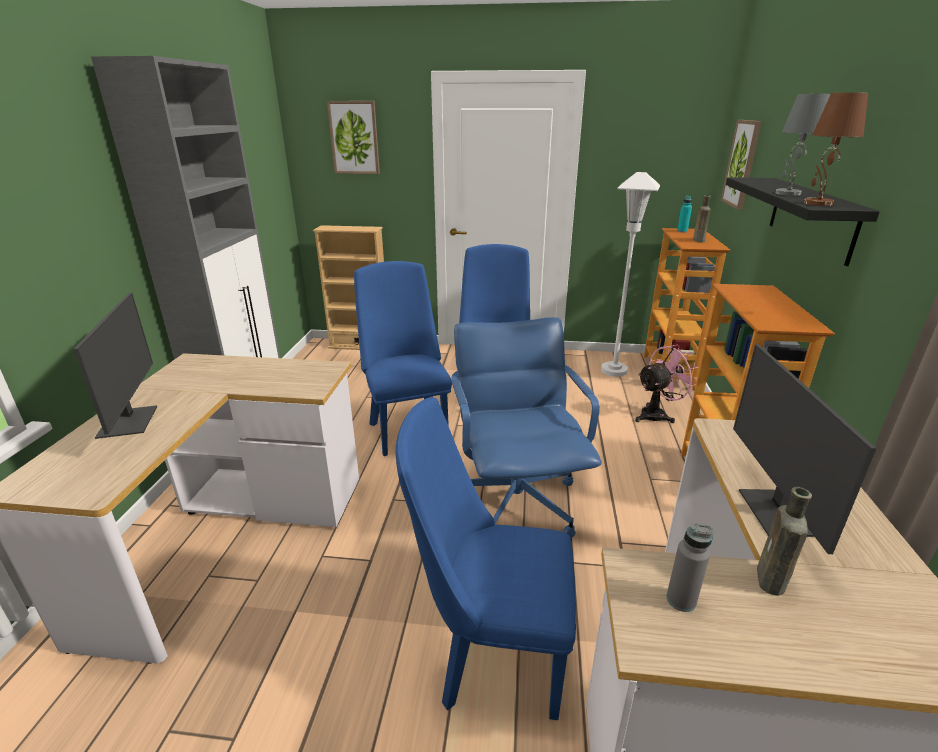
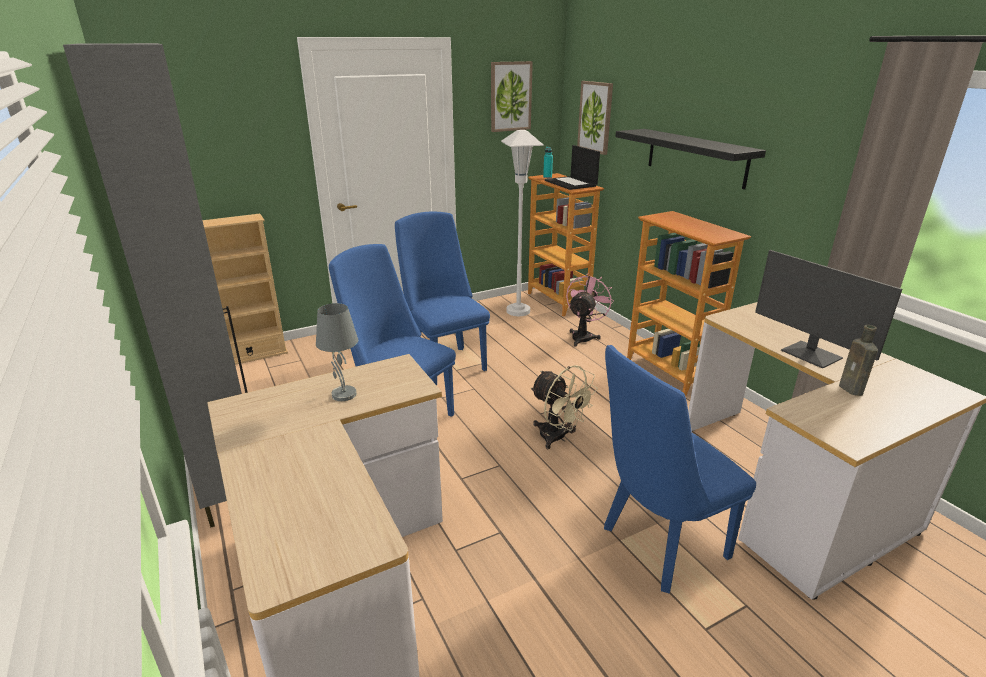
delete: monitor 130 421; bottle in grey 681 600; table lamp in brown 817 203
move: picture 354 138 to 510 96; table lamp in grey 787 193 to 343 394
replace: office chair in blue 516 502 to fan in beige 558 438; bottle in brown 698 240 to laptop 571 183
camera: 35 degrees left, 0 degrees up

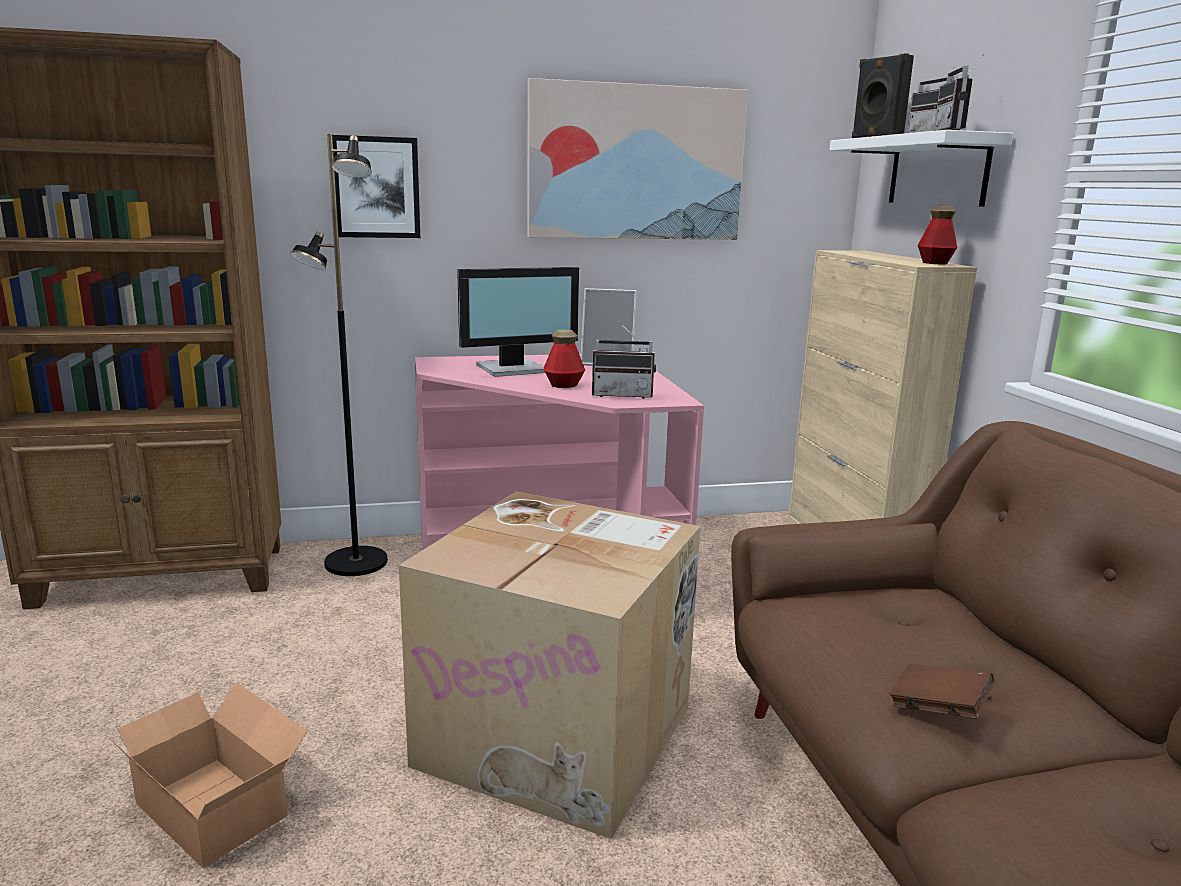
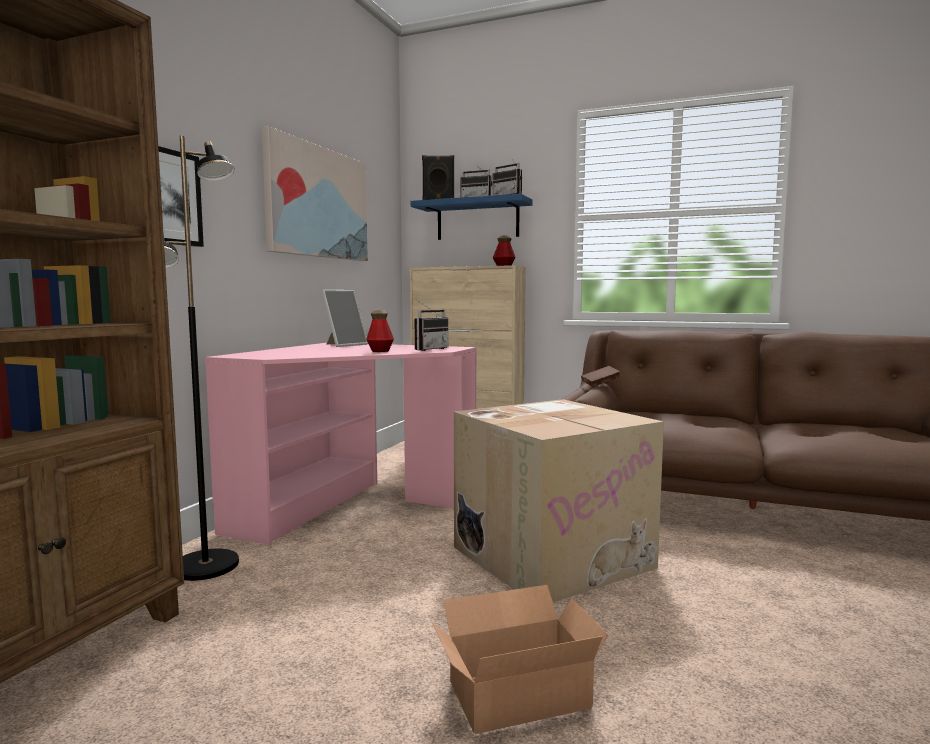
delete: monitor 513 369
move: book in brown 938 709 to 600 384
recolor: shelf in white 937 171 to shelf in blue 477 220
camera: 55 degrees left, 10 degrees down

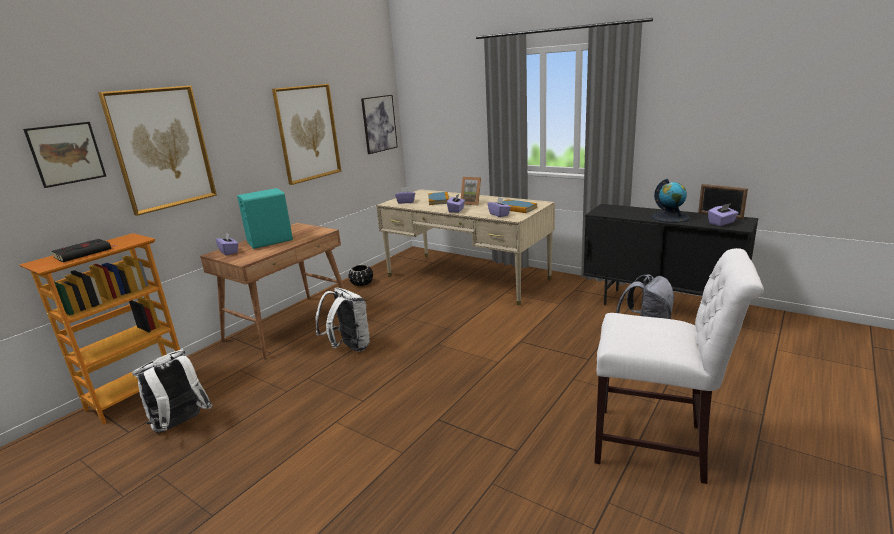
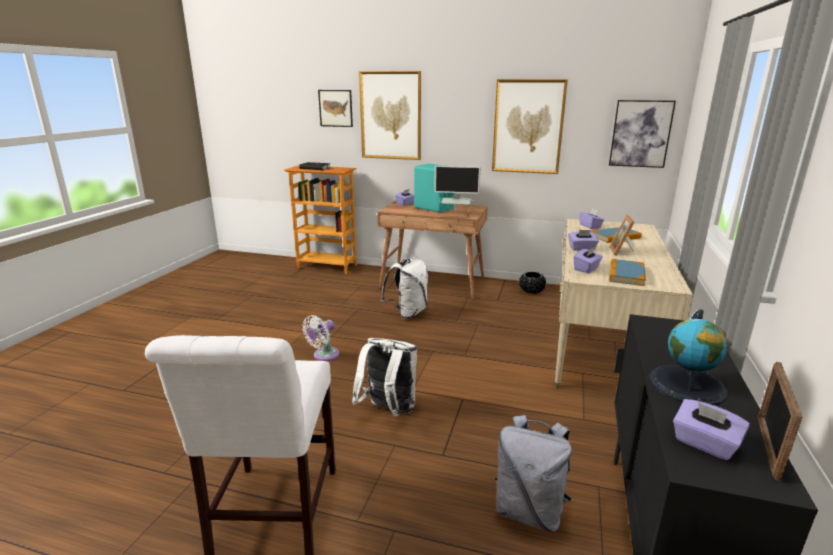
insert: fan in white 324 355; monitor 456 216
move: backpack in white 181 425 to 388 411
camera: 70 degrees right, 0 degrees up

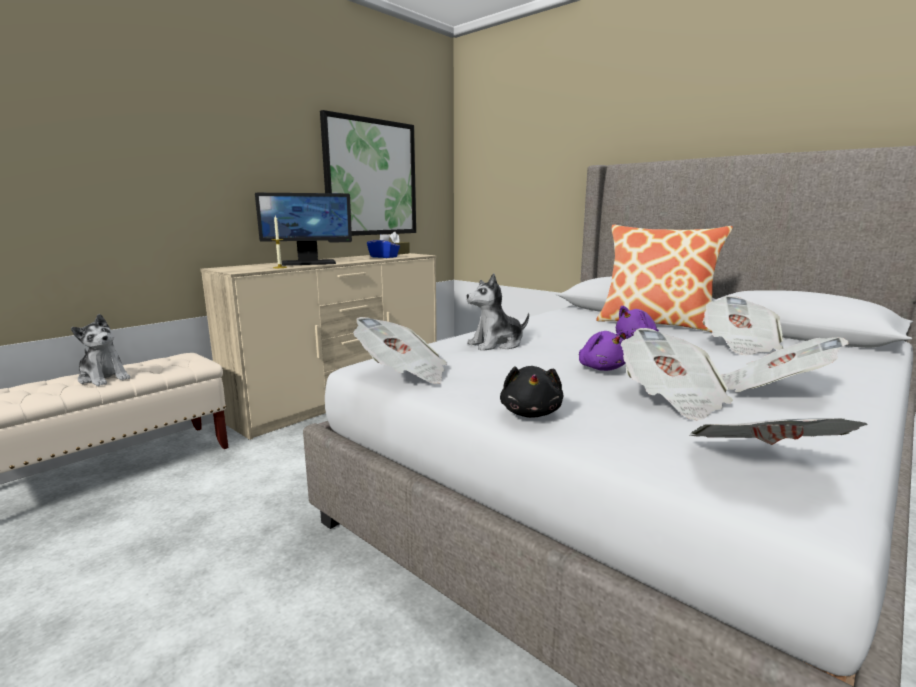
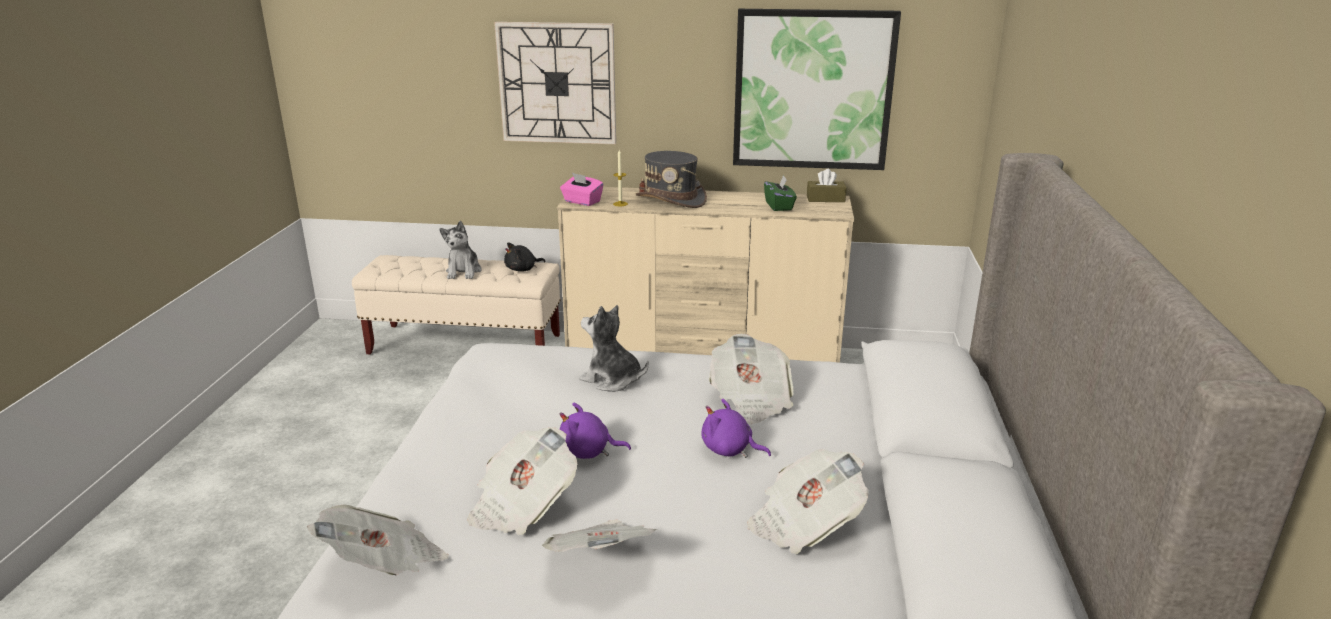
delete: pillow 656 323
insert: wall clock 557 83; tissue box in pink 582 202
move: newspaper 403 374 to 750 399; plush toy in black 531 413 to 522 269
replace: monitor 309 263 to hat in grey 671 200
recolor: tissue box in blue 384 257 to tissue box in green 779 206
rotate: plush toy in purple 601 368 = 588 452 60 degrees clockwise
camera: 55 degrees right, 10 degrees up

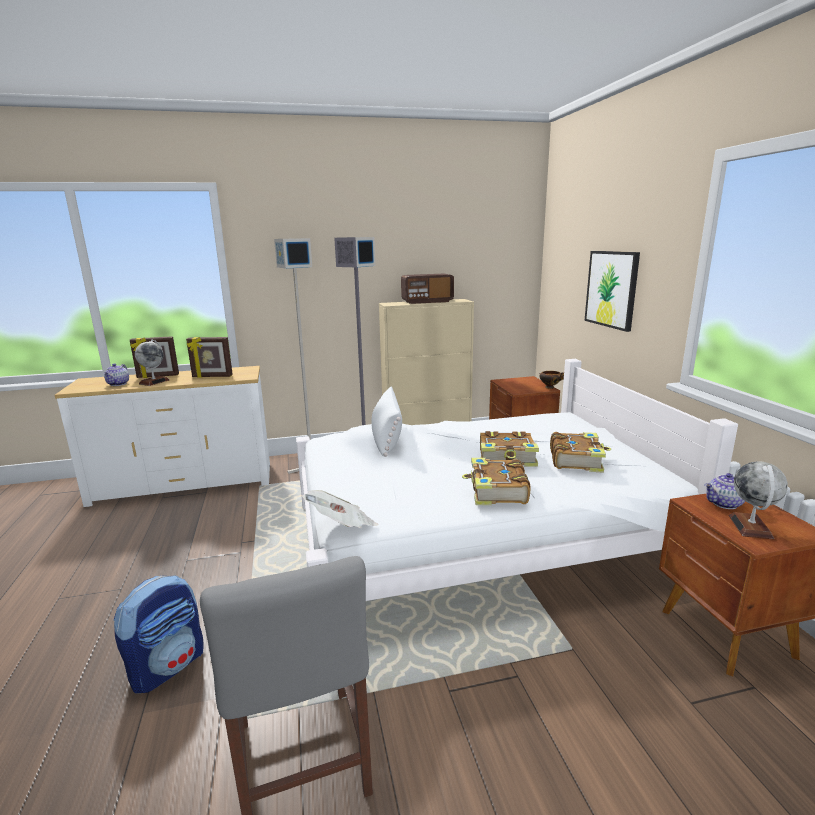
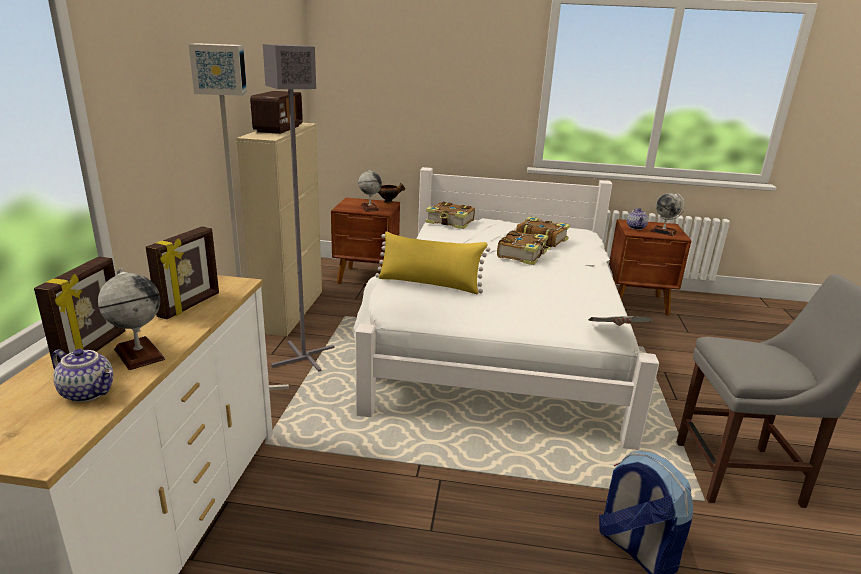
delete: picture 611 289
insert: globe 370 208
move: book 496 491 to 450 222
recolor: pillow in white 386 438 to pillow in yellow 429 284
camera: 70 degrees left, 5 degrees up

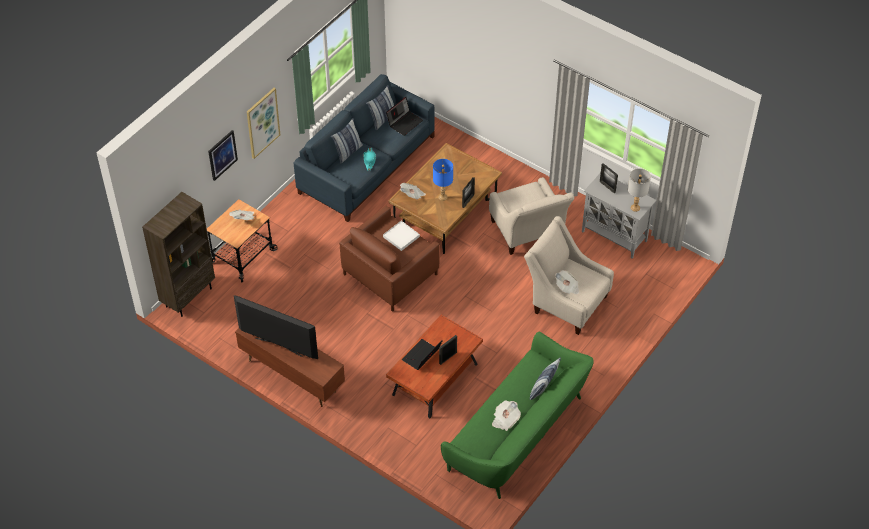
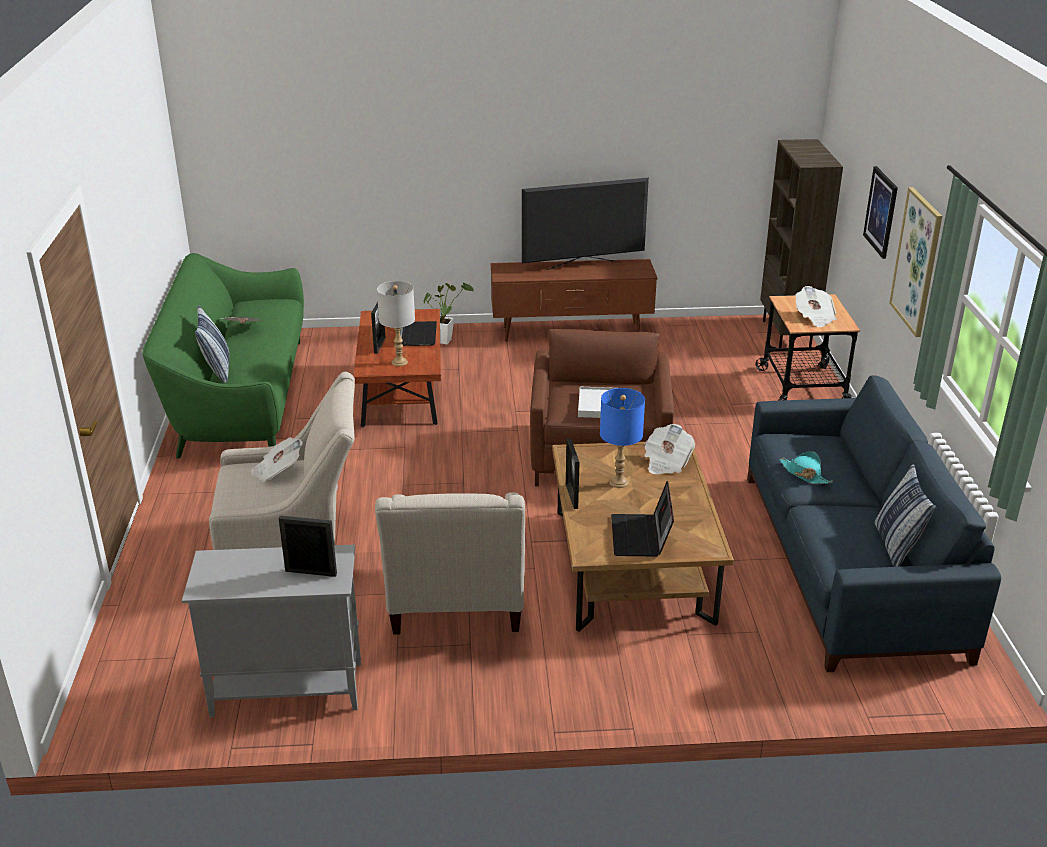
delete: pillow 348 152
insert: potted plant 445 340
move: laptop 405 122 to 641 537; table lamp in grey 635 208 to 399 362
rotate: armchair in beige 528 234 = 456 606 120 degrees counterclockwise
camera: 140 degrees right, 20 degrees down

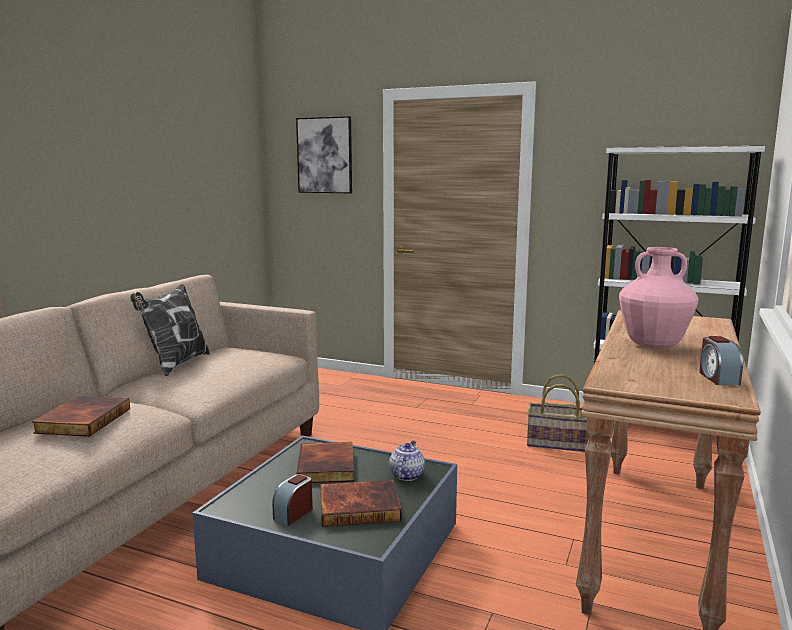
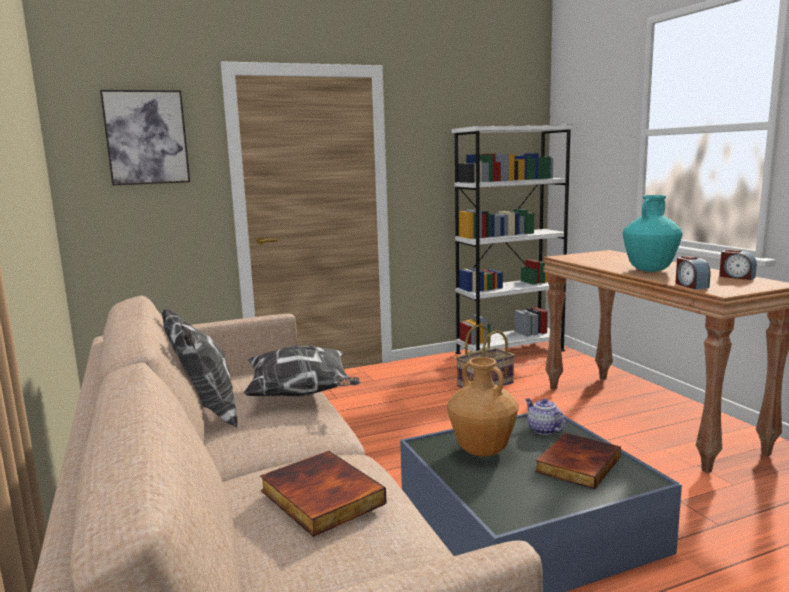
insert: pillow 302 395
move: alarm clock 293 513 to 690 285
replace: book 328 467 to vase in brown 483 451
recolor: vase in pink 654 346 to vase in turquoise 650 270
camera: 45 degrees left, 0 degrees up

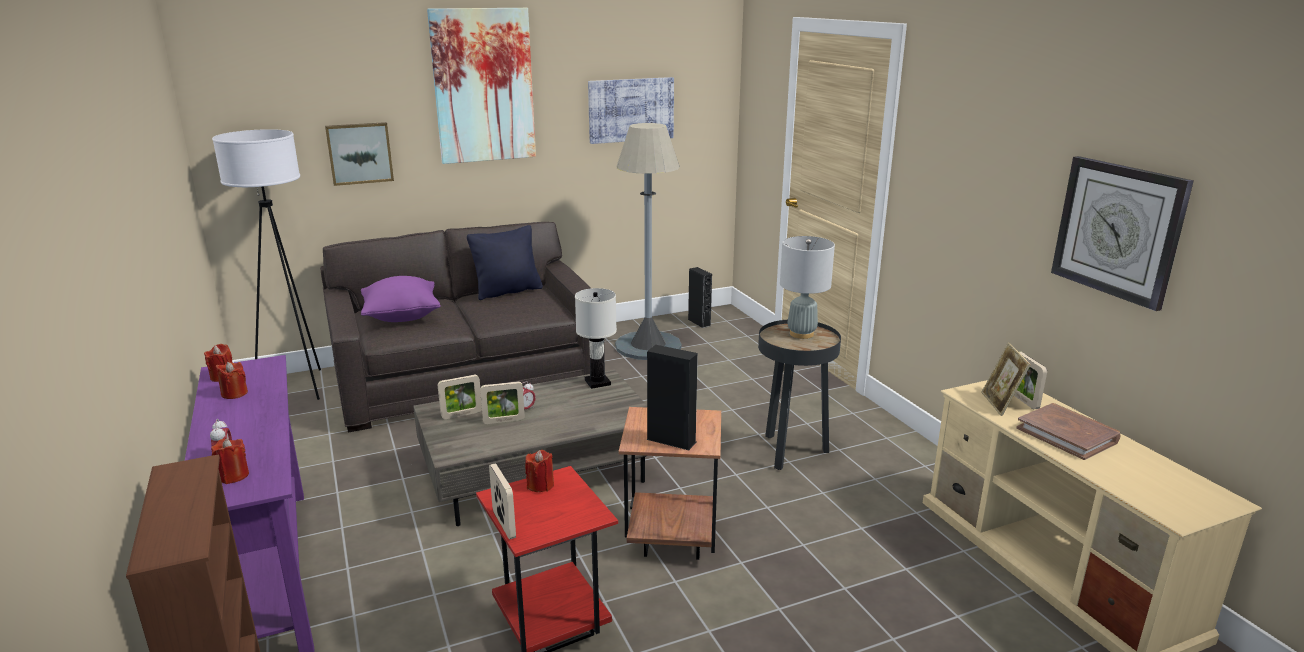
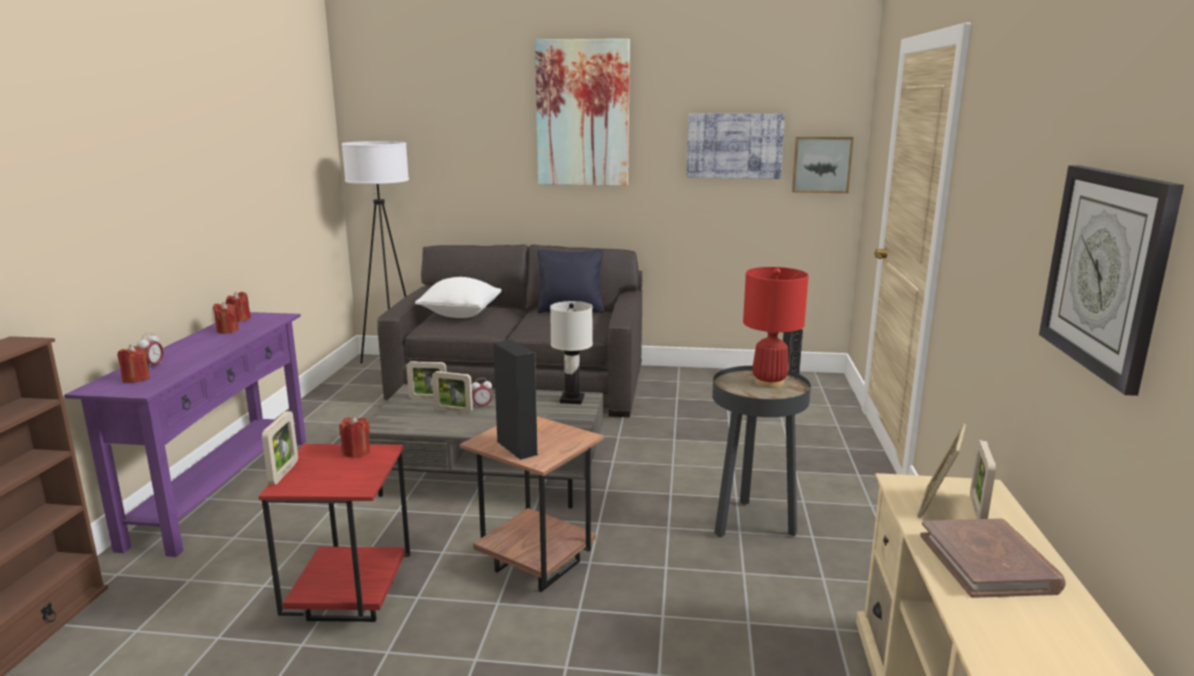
delete: floor lamp in grey 648 346
move: picture 359 153 to 821 164
recolor: pillow in purple 402 317 to pillow in white 460 314; table lamp in grey 801 334 to table lamp in red 769 383
camera: 30 degrees right, 5 degrees down

